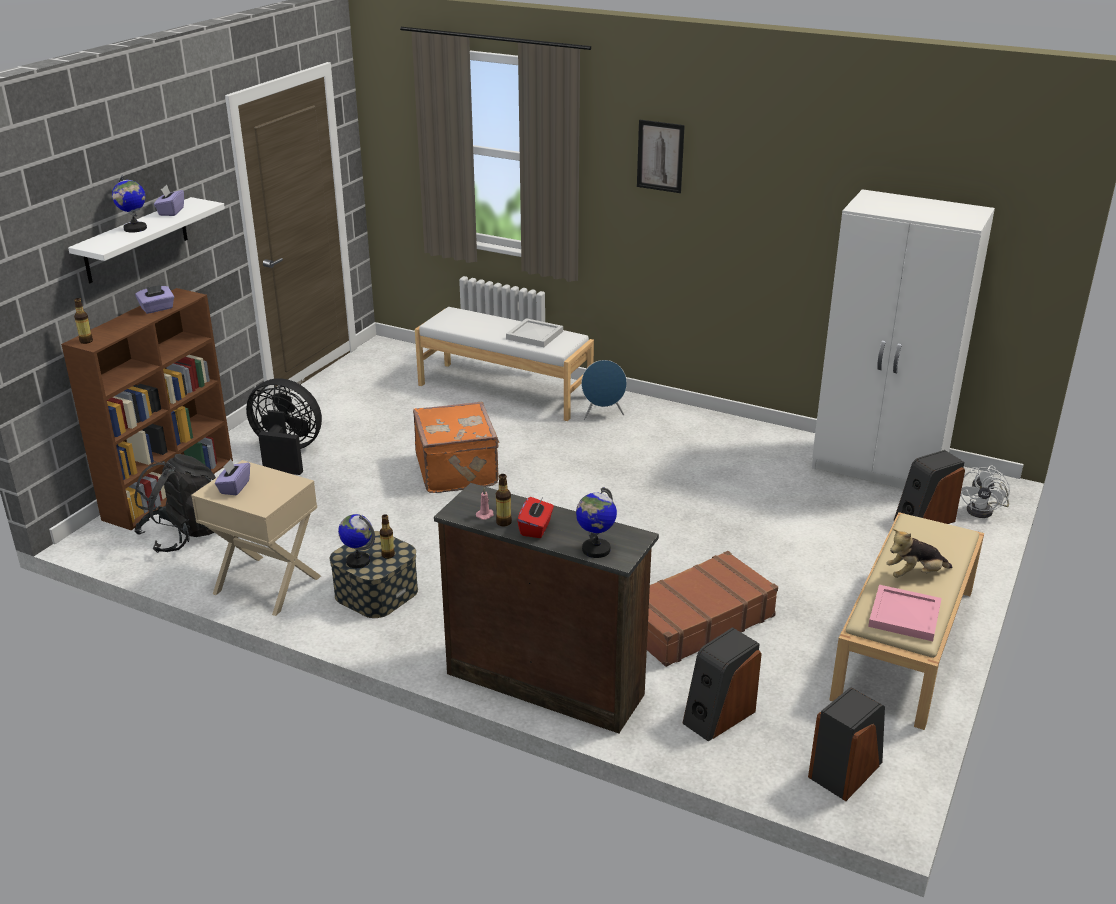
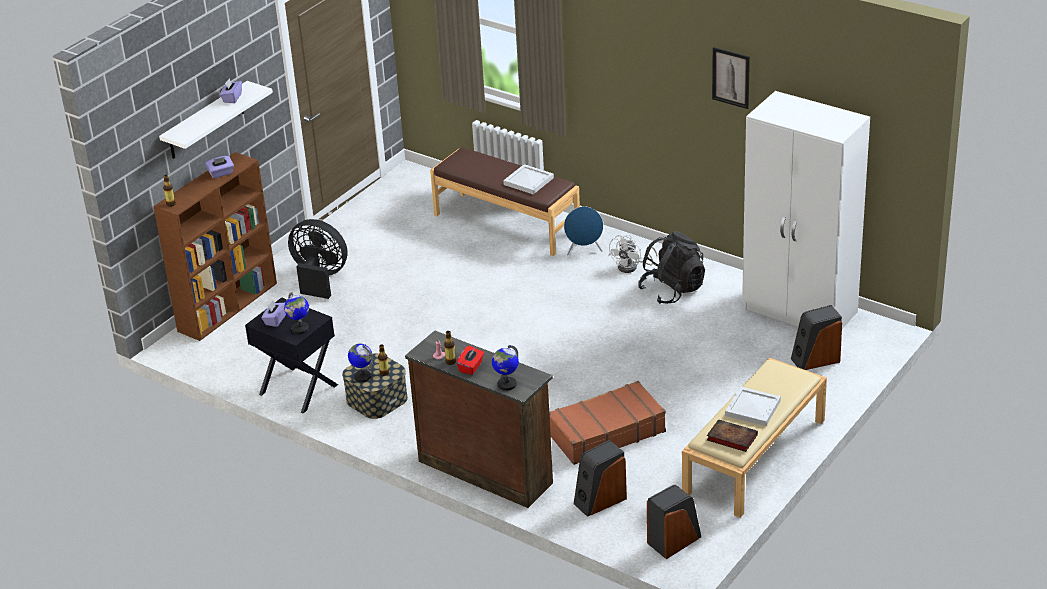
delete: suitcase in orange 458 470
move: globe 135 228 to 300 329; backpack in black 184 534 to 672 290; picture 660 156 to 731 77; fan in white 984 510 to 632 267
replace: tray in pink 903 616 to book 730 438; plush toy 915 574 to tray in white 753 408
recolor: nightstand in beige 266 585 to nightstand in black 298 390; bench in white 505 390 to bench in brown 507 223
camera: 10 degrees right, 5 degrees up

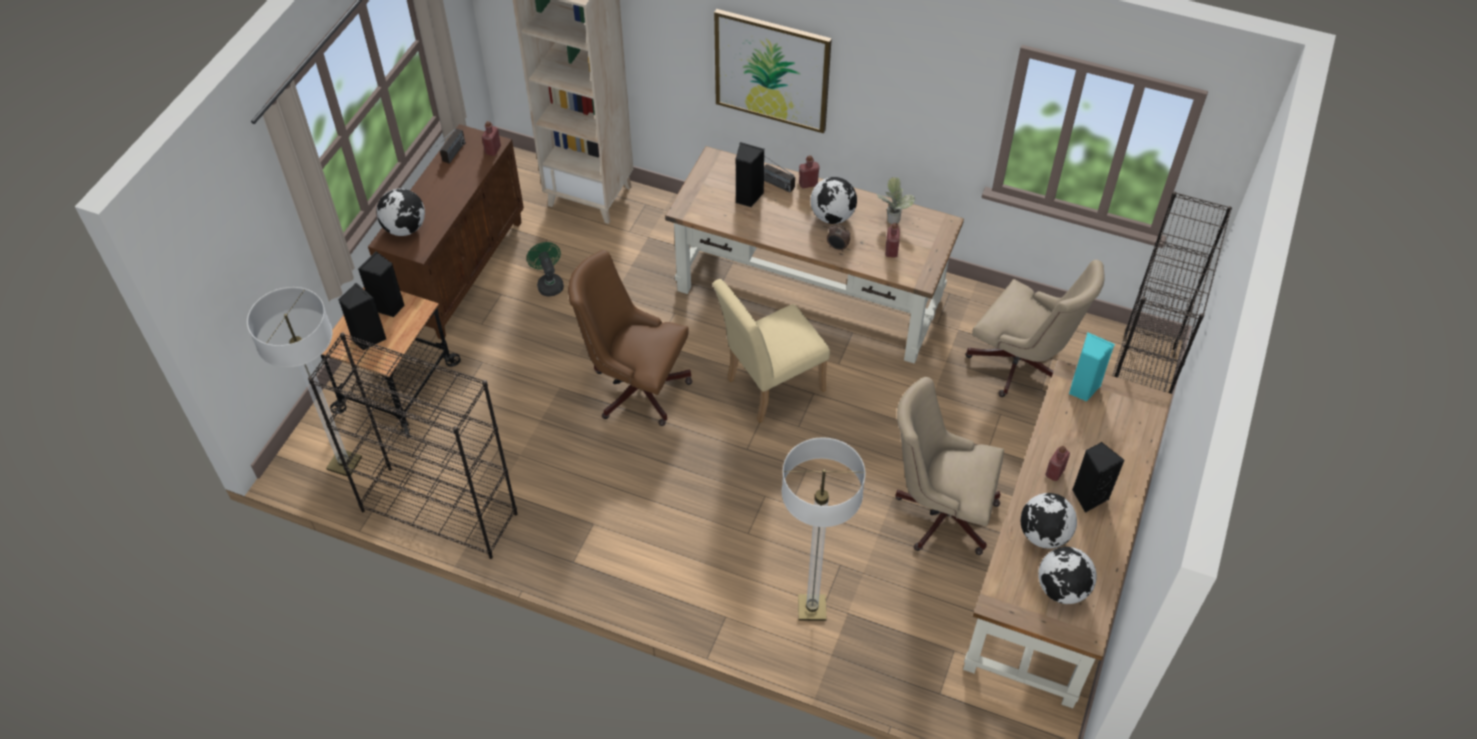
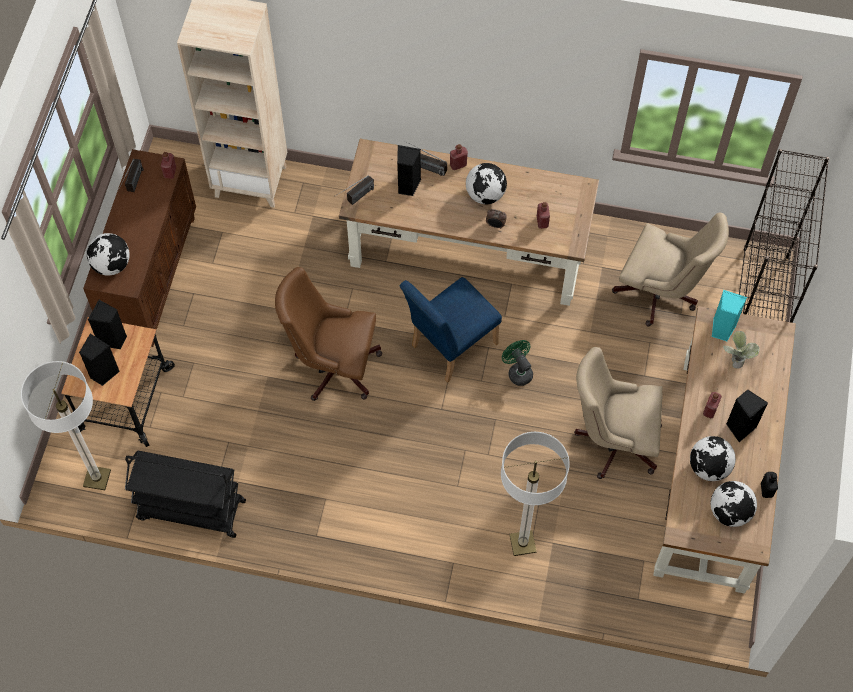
delete: picture 772 70
insert: radio 355 199; bottle in black 766 490
move: fan in green 549 283 to 518 371; potted plant 893 216 to 736 359
replace: bookcase in black 438 512 to cart in black 190 510
recolor: chair in beige 769 387 to chair in blue 449 347
camera: 10 degrees left, 10 degrees up

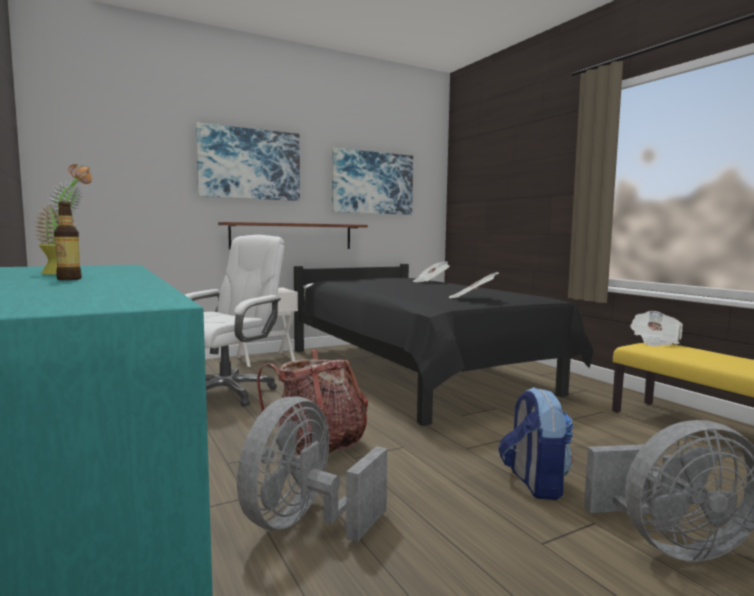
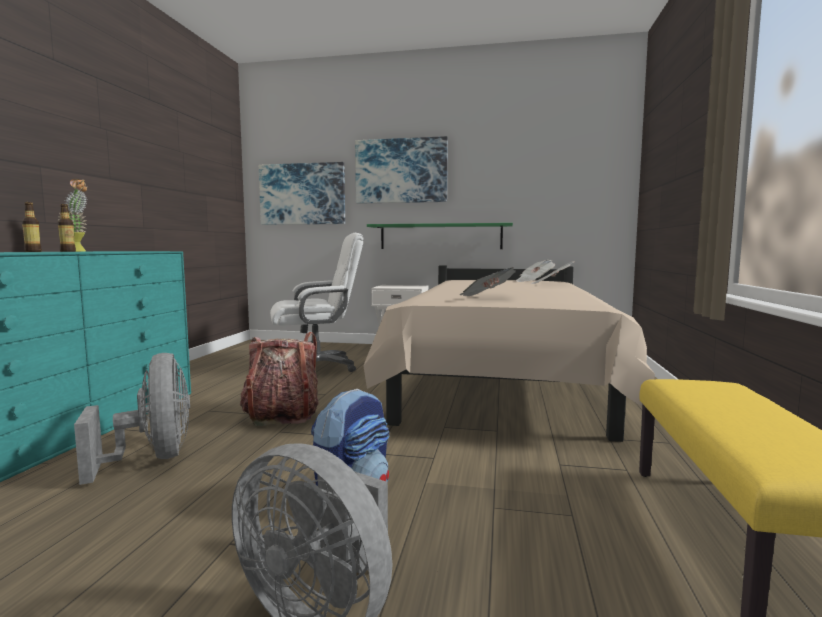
insert: bottle 68 251
move: picture 372 183 to 302 194; newspaper 655 342 to 534 281
recolor: shelf in brown 292 236 to shelf in green 440 236; bed in black 416 372 to bed in beige 501 382
rotate: fan in grey 305 523 = 153 458 90 degrees clockwise
camera: 40 degrees right, 0 degrees up

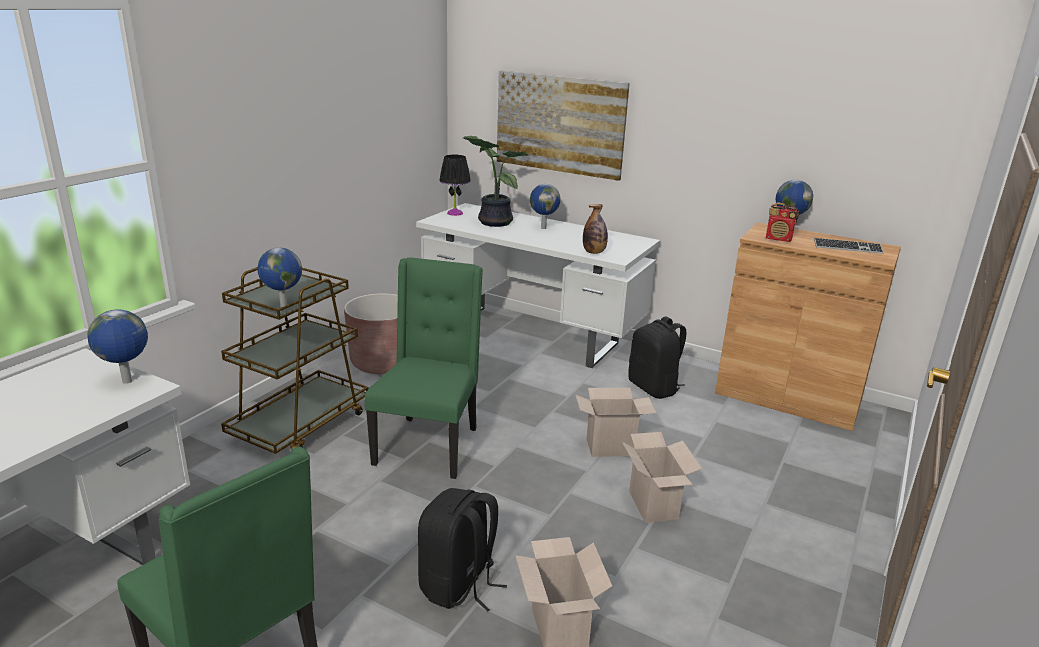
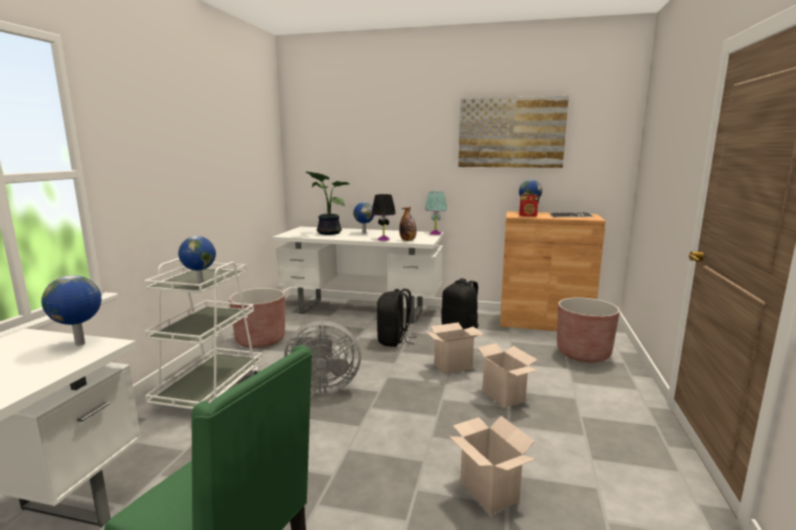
insert: table lamp in turquoise 435 233; planter in brown 583 353
move: backpack in black 459 585 to 394 340; table lamp in black 454 213 to 383 239; picture 559 124 to 511 132
replace: chair in green 428 445 to fan in grey 322 386
recolor: cart in brown 301 424 to cart in white 211 389
camera: 15 degrees left, 10 degrees down

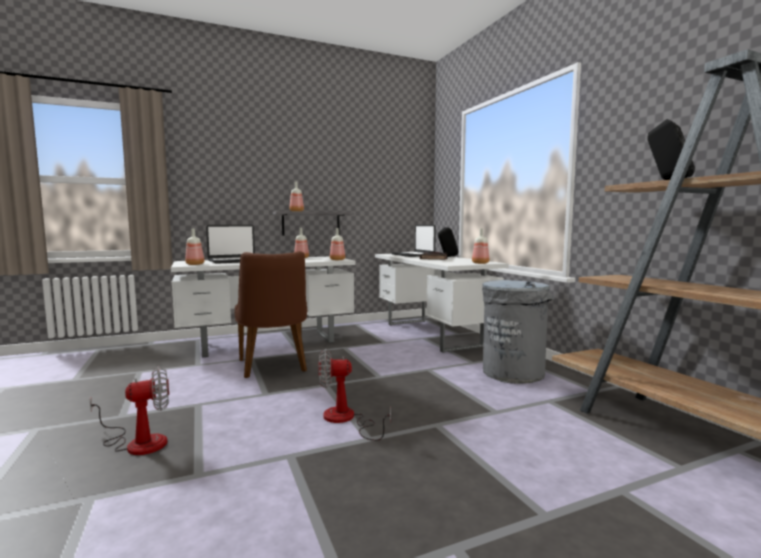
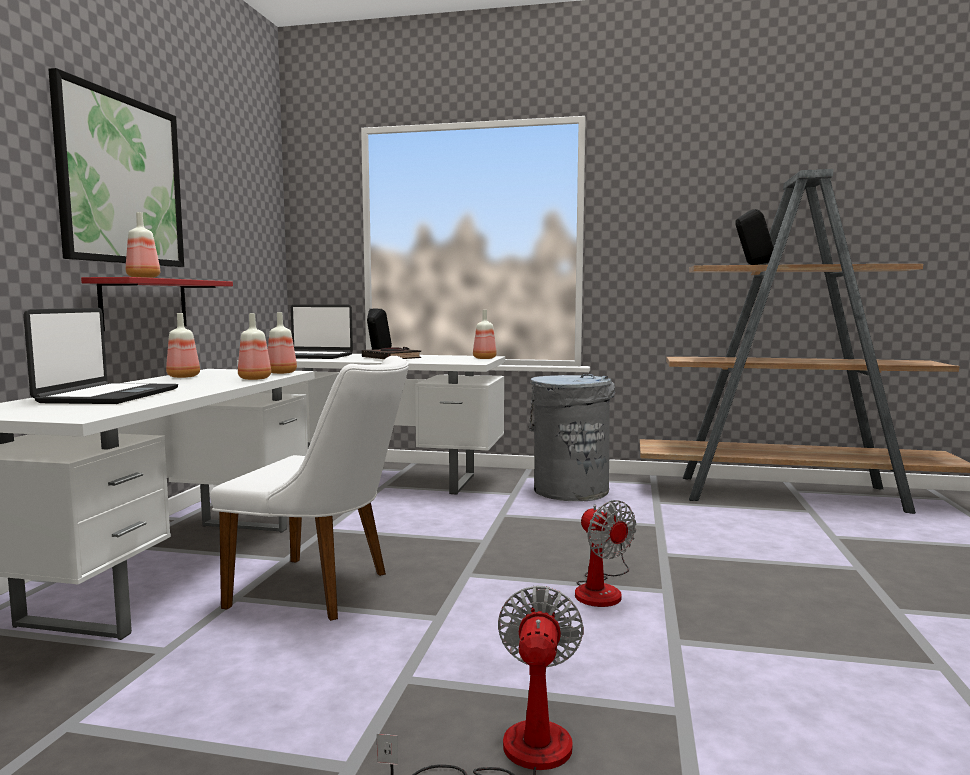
insert: picture 121 180
move: bottle 195 264 to 254 378
recolor: chair in brown 274 367 to chair in white 324 590; shelf in grey 311 223 to shelf in red 144 304
rotate: fan 346 420 = 602 589 60 degrees counterclockwise
camera: 55 degrees left, 0 degrees up

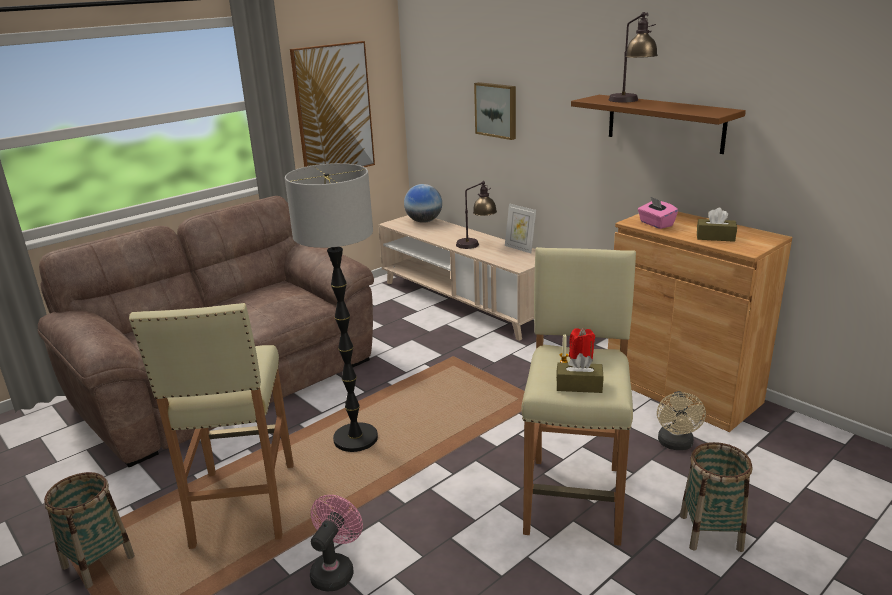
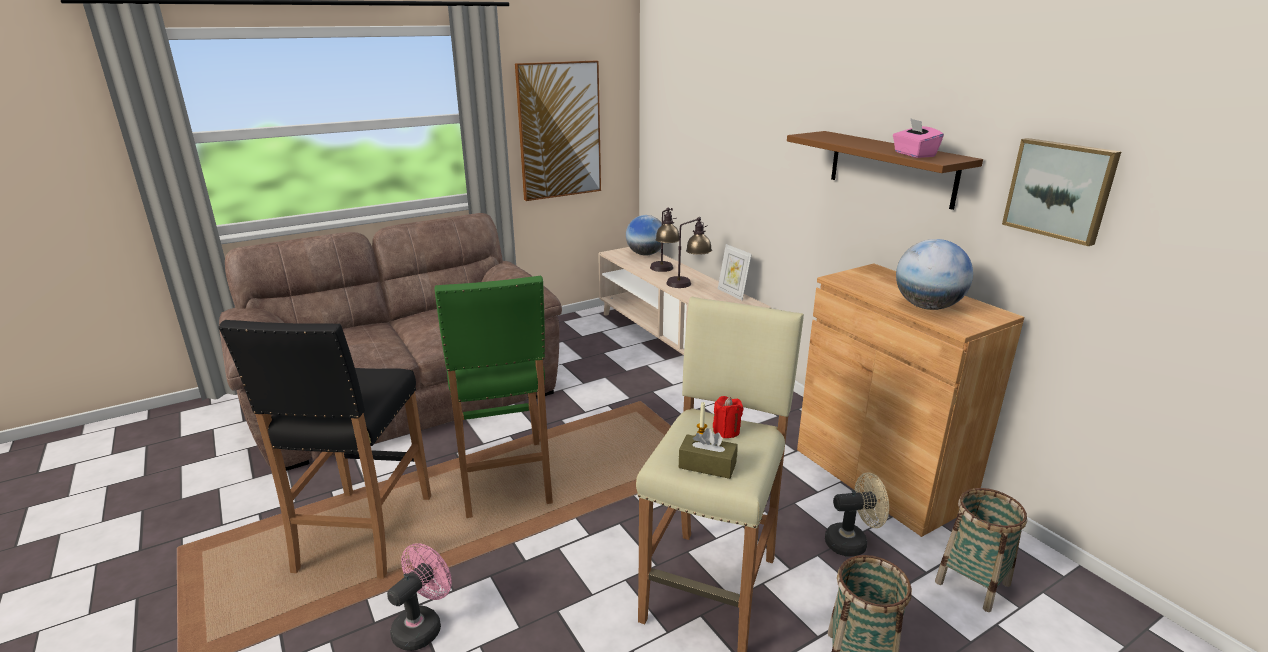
move: basket 98 562 to 972 583; picture 497 110 to 1060 190; table lamp 630 101 to 664 271; tissue box in pink 656 224 to 914 154
replace: floor lamp 355 439 to stool in green 504 479; tissue box in brown 715 237 to globe 927 307
recolor: stool in beige 243 505 to stool in black 364 534
rotate: fan in beige 676 445 = 852 542 120 degrees counterclockwise
camera: 10 degrees right, 0 degrees up

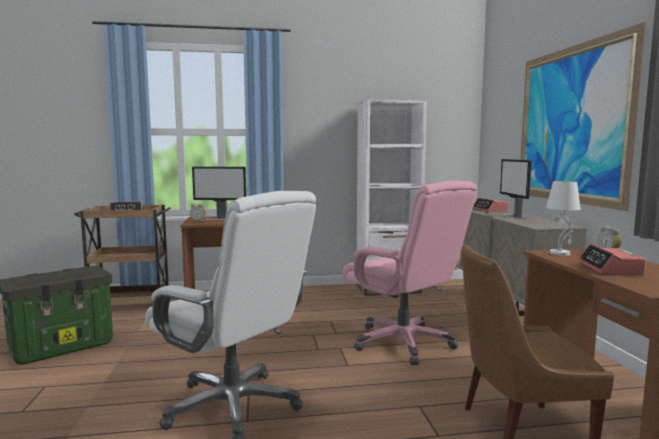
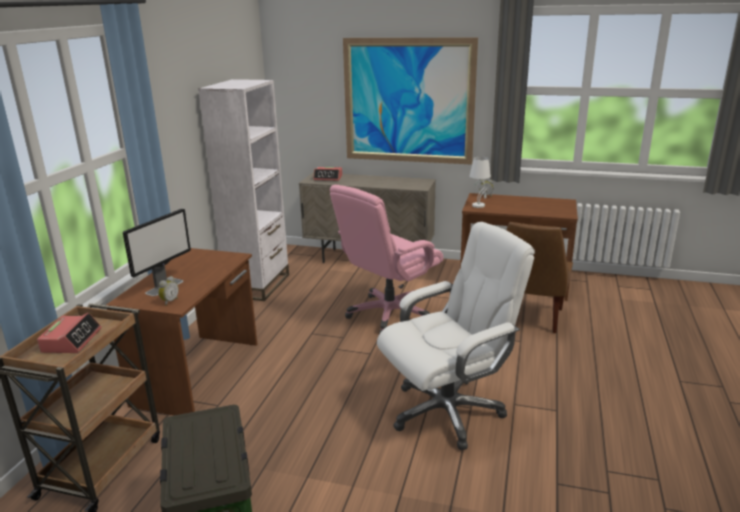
delete: monitor 513 217; alarm clock 610 269
rotate: office chair in pink 404 343 = 389 314 150 degrees clockwise
camera: 65 degrees left, 15 degrees up

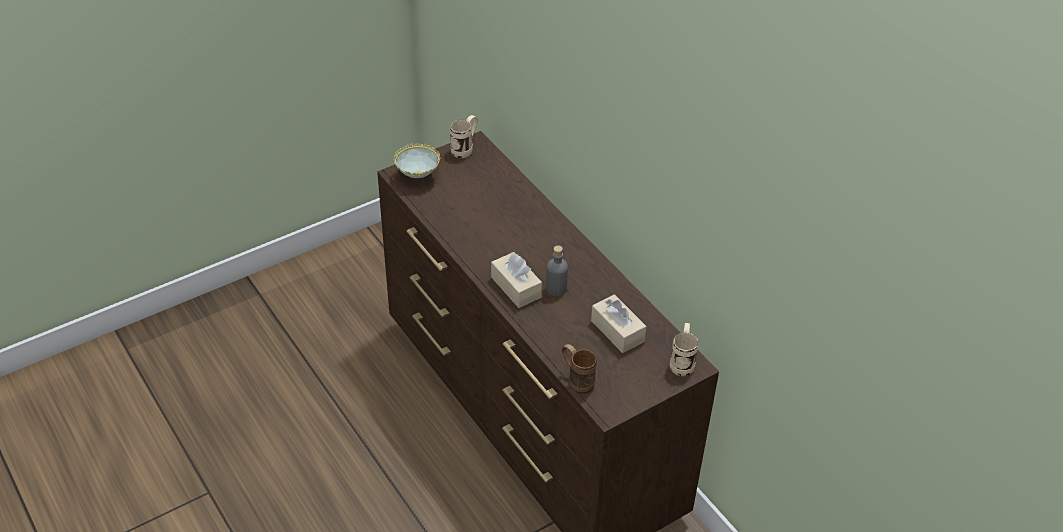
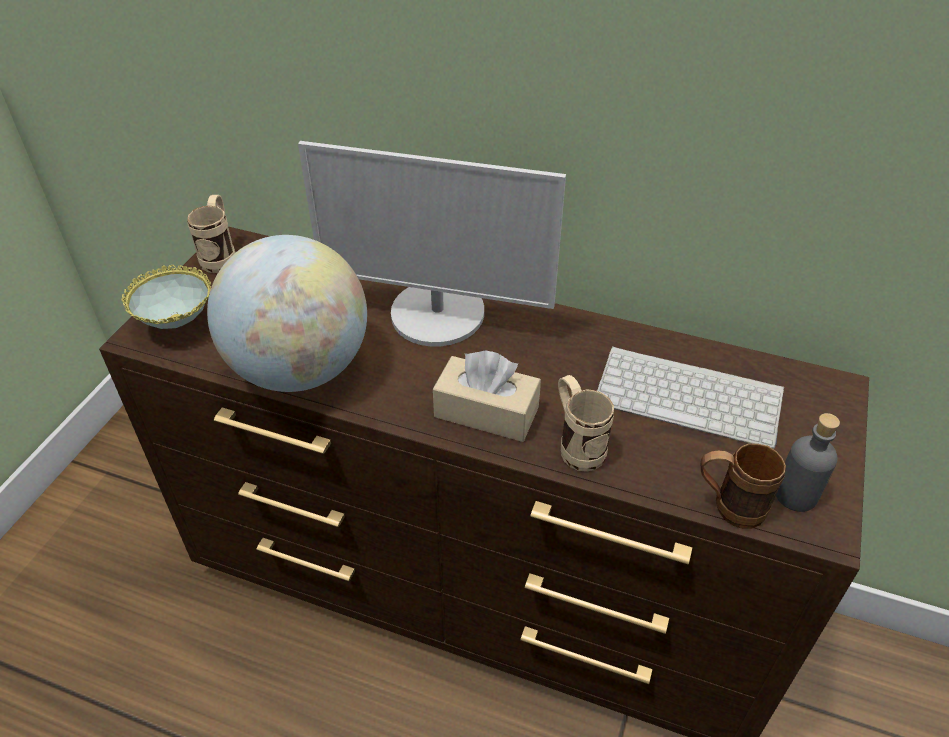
insert: globe 300 369; monitor 438 314
move: bottle in grey 556 288 to 795 495; mug in beige 682 362 to 576 445
replace: tissue box in beige 617 331 to keyboard 691 396
camera: 35 degrees left, 0 degrees up

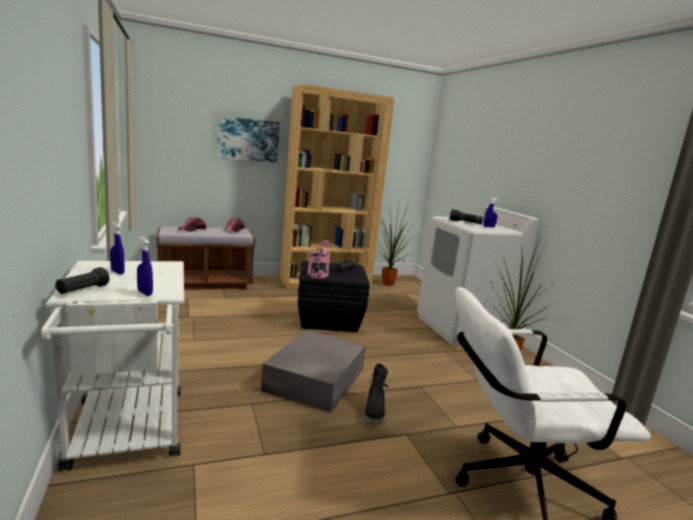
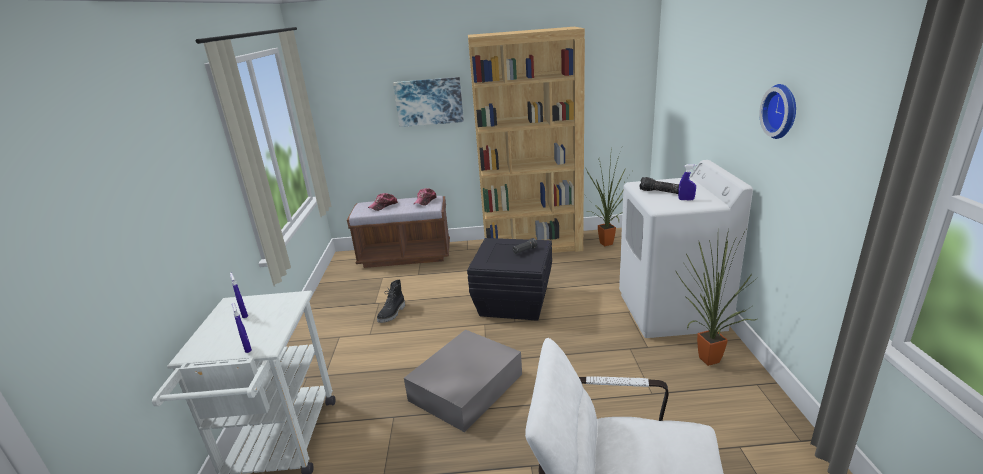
delete: flashlight in black 82 290; watering can in pink 318 273
insert: wall clock 782 111
move: boot in black 375 411 to 392 314
camera: 20 degrees right, 10 degrees up

